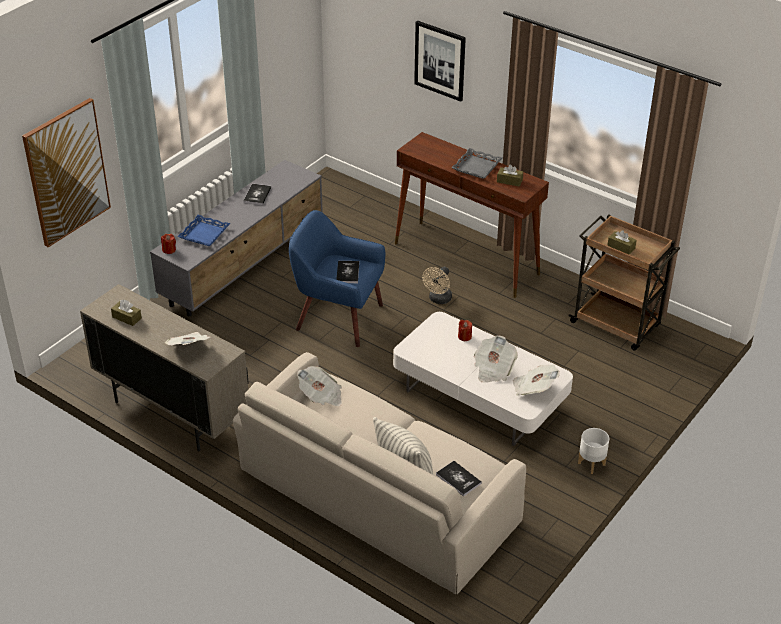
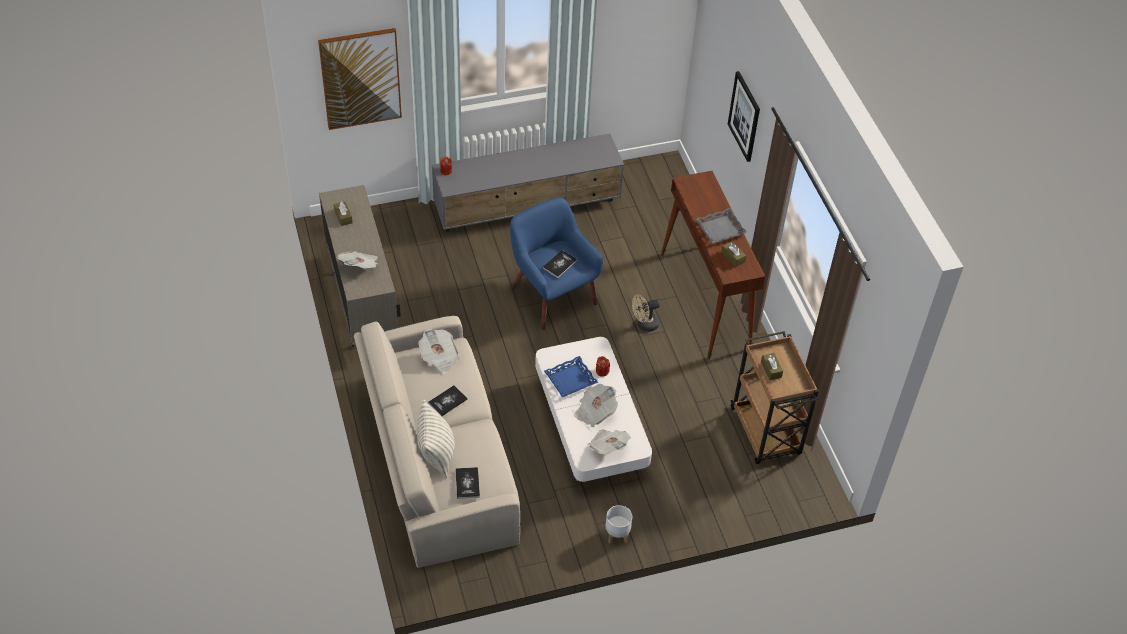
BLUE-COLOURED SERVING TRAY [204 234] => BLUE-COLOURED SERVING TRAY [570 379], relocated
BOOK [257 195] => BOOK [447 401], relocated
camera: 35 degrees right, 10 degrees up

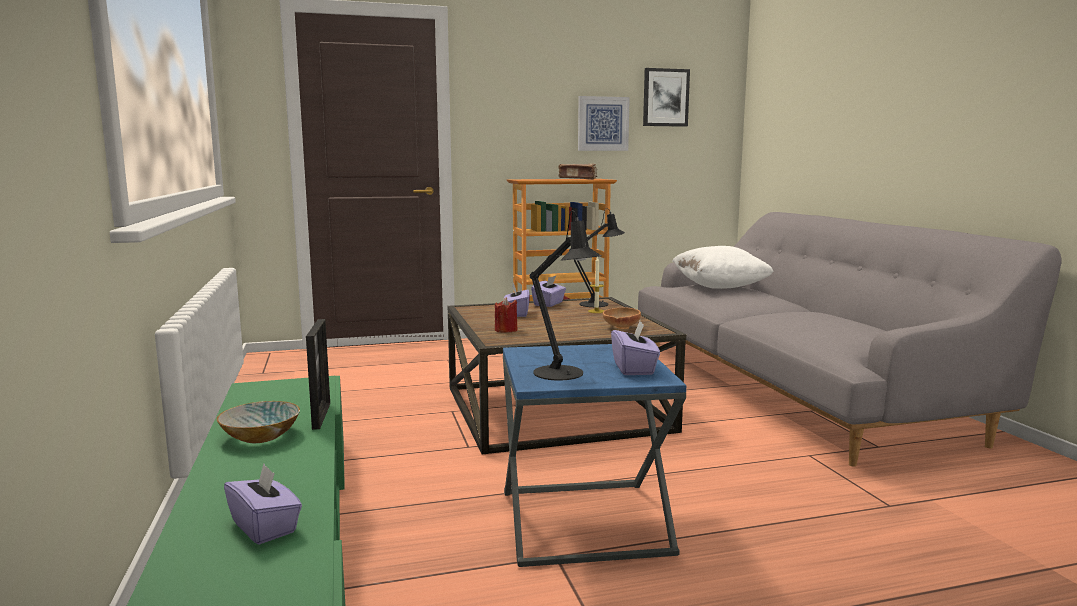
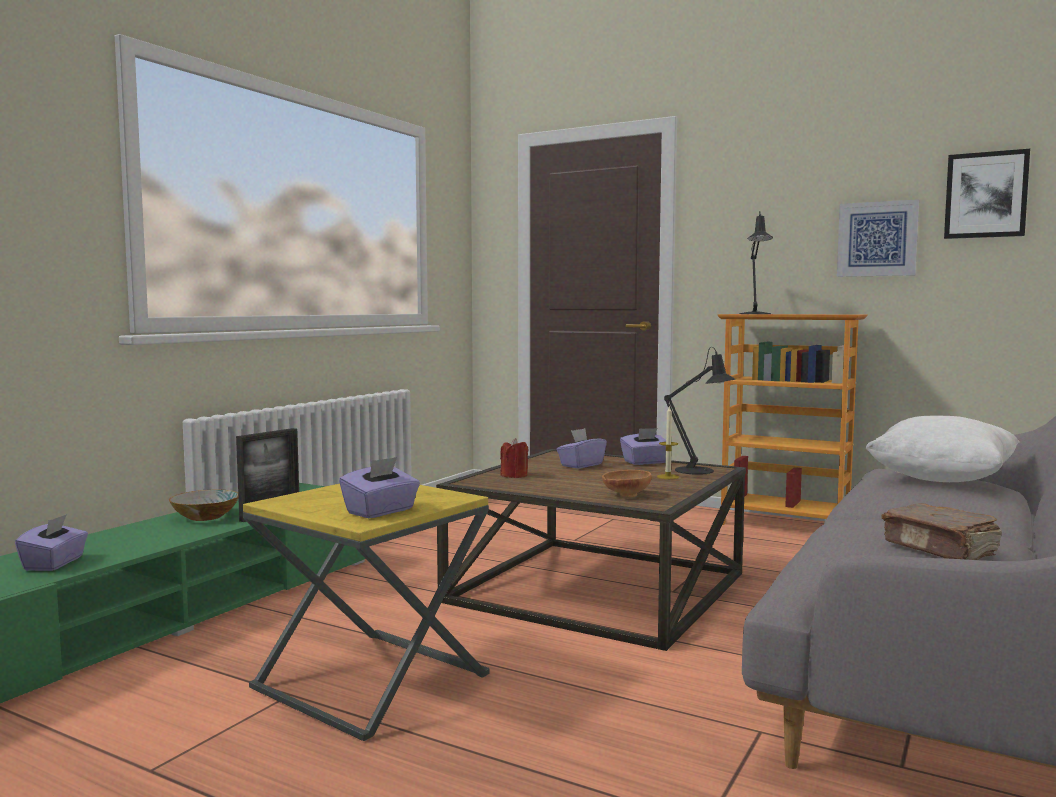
BLACK-COLOURED TABLETOP LAMP [563 374] => BLACK-COLOURED TABLETOP LAMP [755 314], relocated
BROWN BOOK [578 179] => BROWN BOOK [940 550], relocated
BLUE-COLOURED END TABLE [584 522] => YELLOW-COLOURED END TABLE [372 682]
camera: 45 degrees right, 5 degrees down

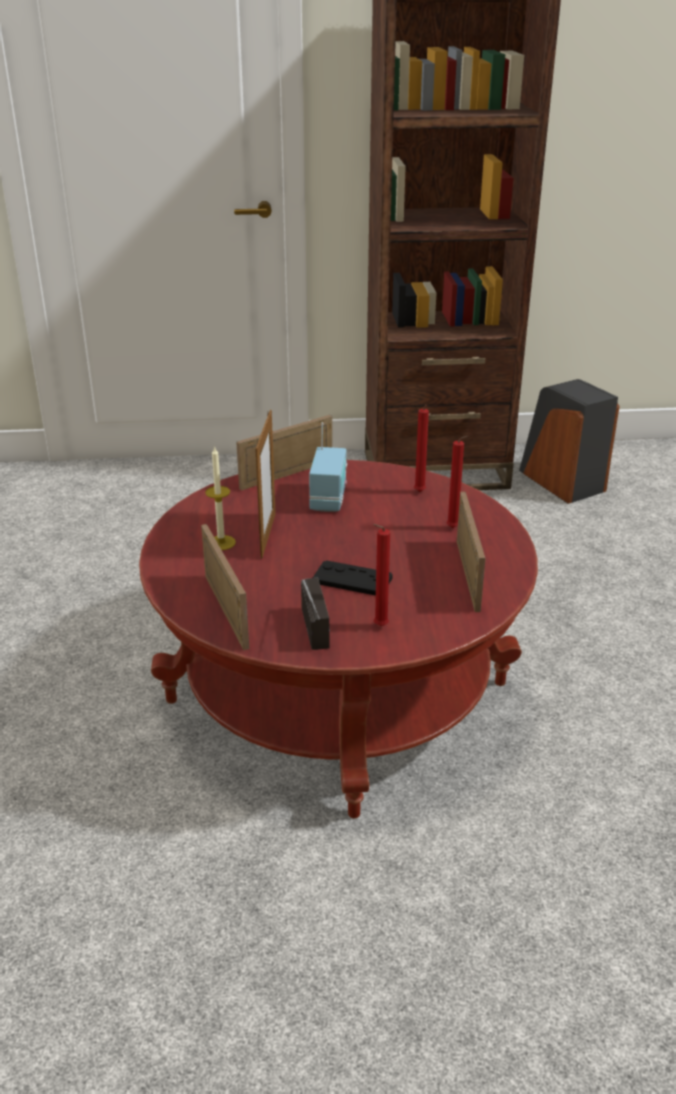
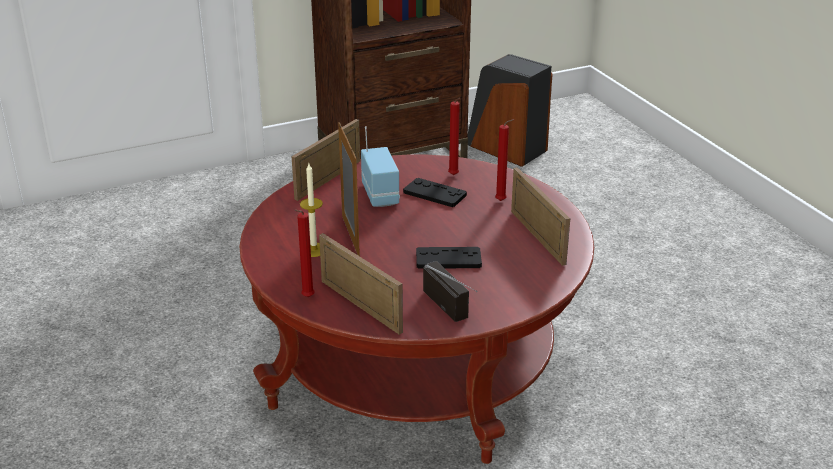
nothing => BLACK-COLOURED GAME CONTROLLER [434 194]
RED-COLOURED WAX LIGHT [378 627] => RED-COLOURED WAX LIGHT [306 298], relocated
camera: 20 degrees left, 0 degrees up

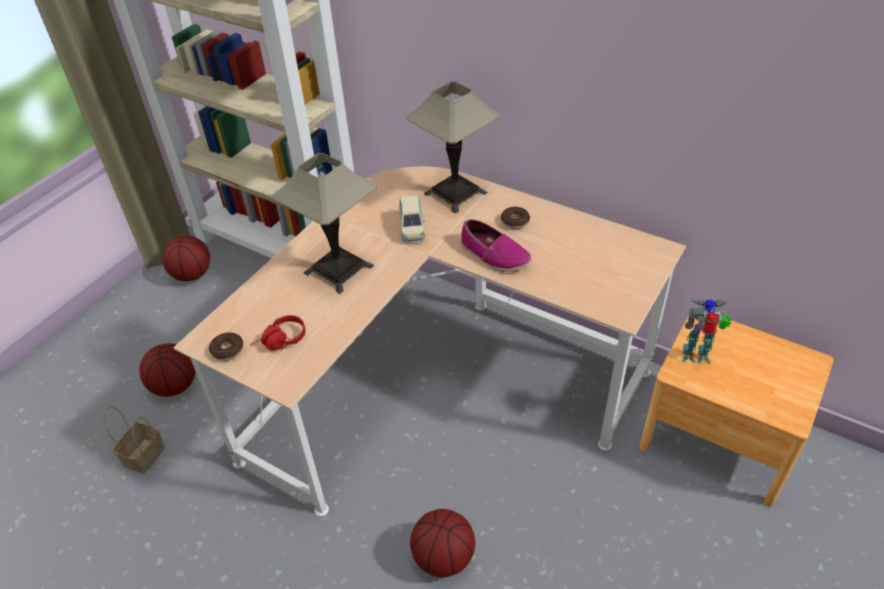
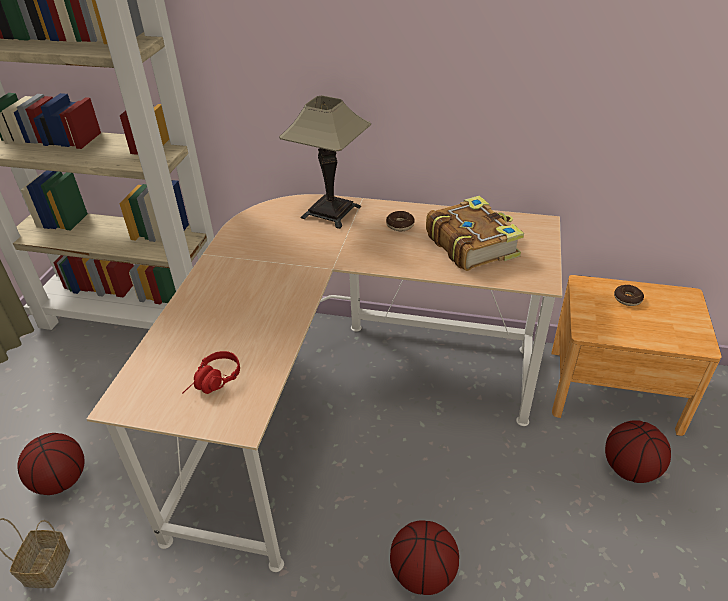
TABLETOP LAMP [339 269] => nothing
BEIGE-COLOURED TOY CAR [412 227] => nothing
ITEM OF FOOTWEAR [494 255] => nothing
MODEL ROBOT [697 357] => nothing
nothing => BOOK [471 244]
BASKETBALL BALL [192 274] => BASKETBALL BALL [630 468], relocated
DOUGHNUT [227 350] => DOUGHNUT [627 299], relocated
camera: 20 degrees left, 5 degrees down

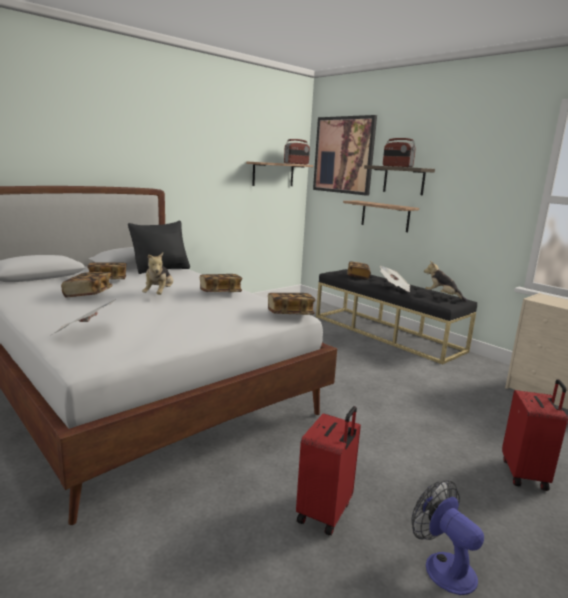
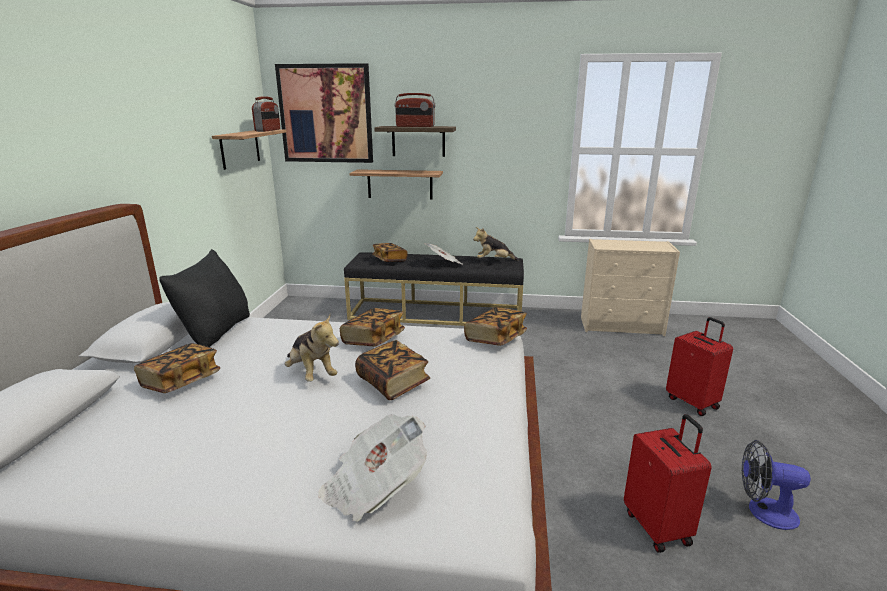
BOOK [88 294] => BOOK [393 383], relocated
camera: 40 degrees left, 5 degrees up

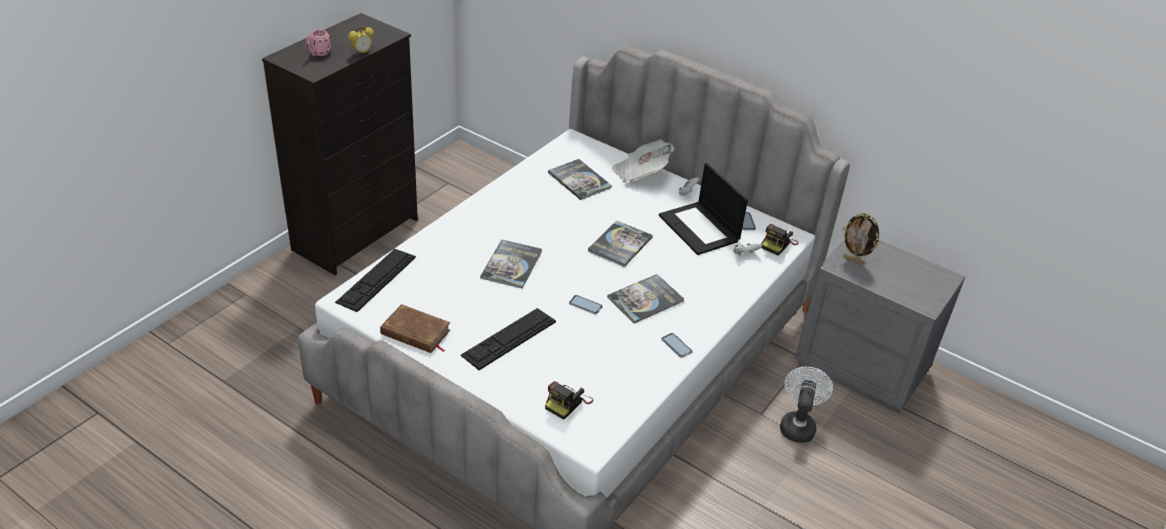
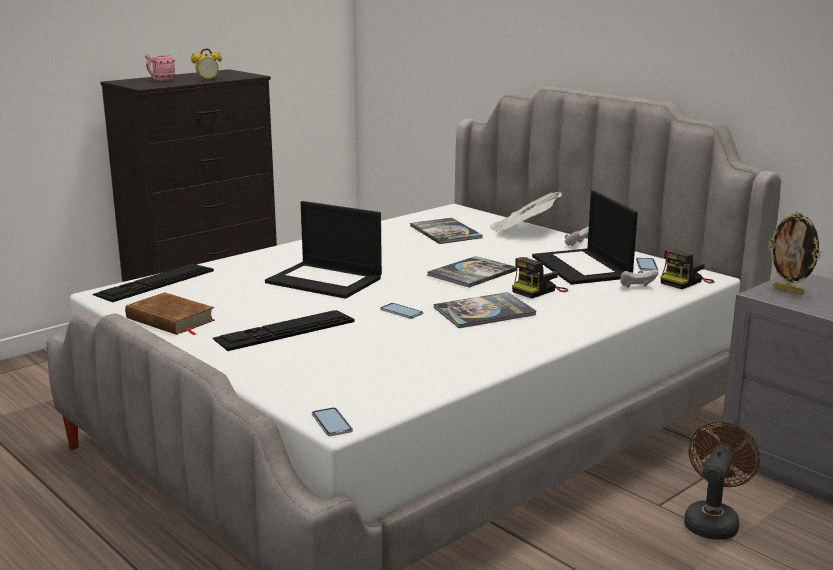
PHOTO CAMERA [567 403] => PHOTO CAMERA [539 291], relocated
PHONE [676 346] => PHONE [331 423], relocated
BOOK [511 264] => LAPTOP [326 280]
WHITE-COLOURED FAN [797 425] => BROWN FAN [712 521]
camera: 15 degrees right, 20 degrees down

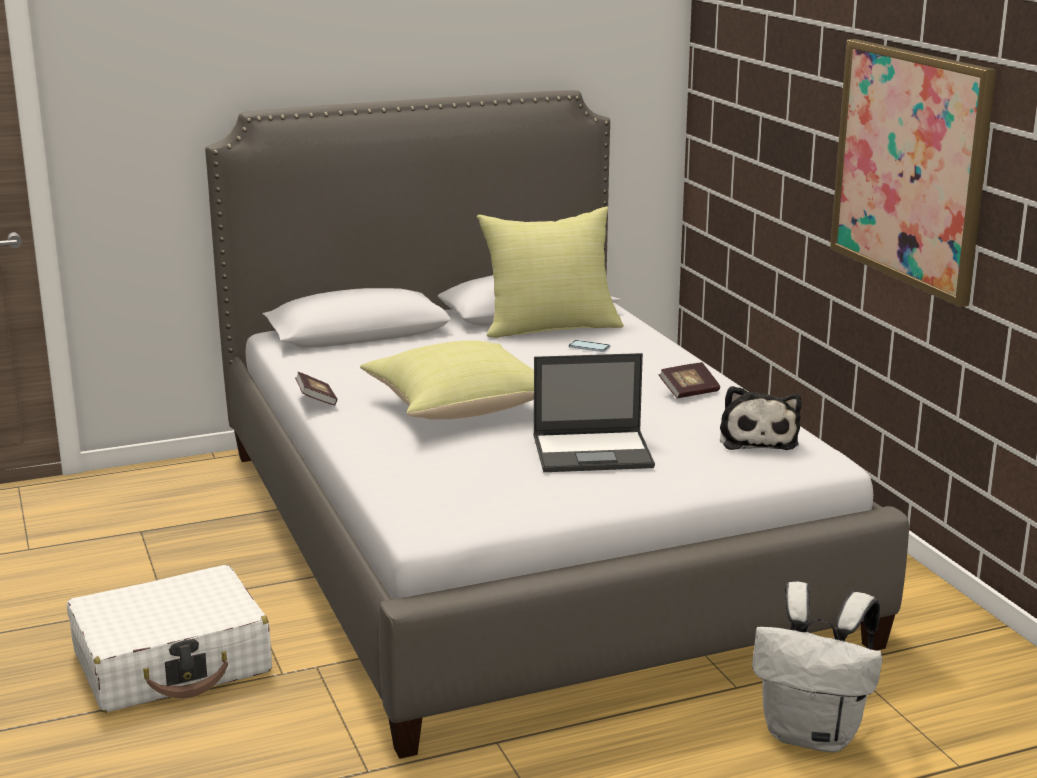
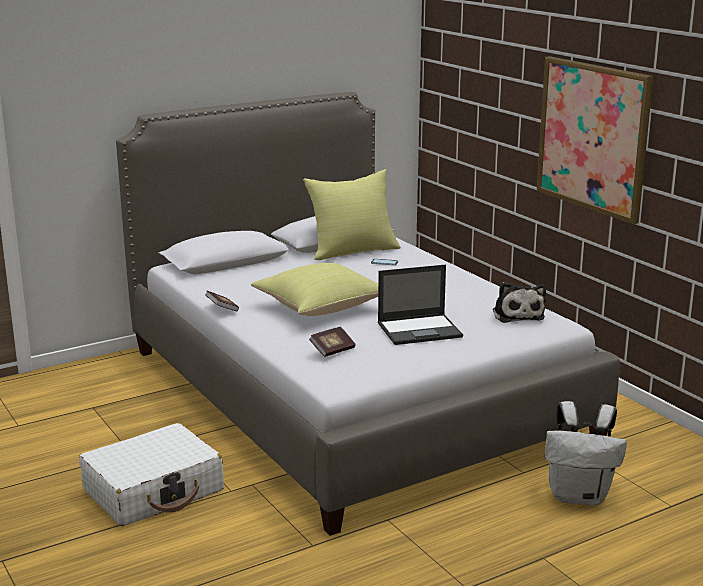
BOOK [689 392] => BOOK [332 350], relocated
camera: 10 degrees left, 0 degrees up

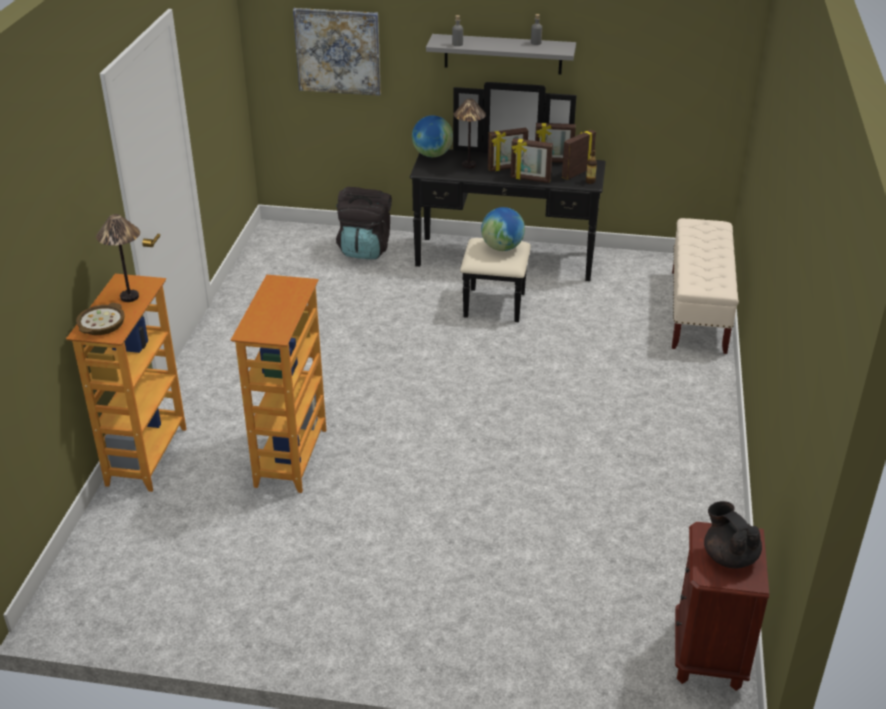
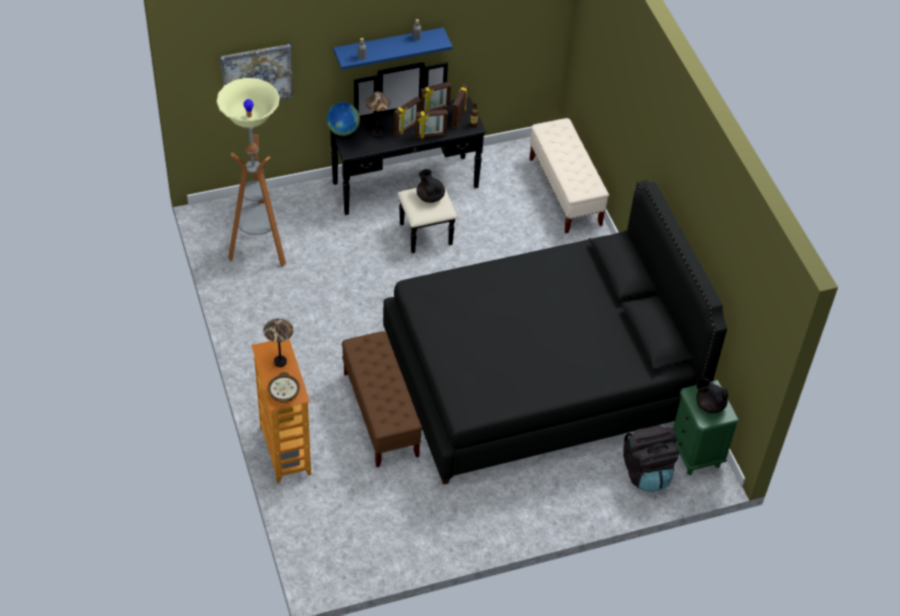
nothing => STANDARD LAMP [259 250]
nothing => BLACK-COLOURED BEDROOM BED [539 377]
BLACK-COLOURED KNAPSACK [365 249] => BLACK-COLOURED KNAPSACK [646 472], relocated
BOOKSHELF [292 458] => BROWN BENCH [381 415]
GLOBE [502 248] => BLACK-COLOURED TEAPOT [430 196]
GREYISH BRACKET SHELF [503 54] => BLUE-COLOURED BRACKET SHELF [388 47]
BROWN BEDSIDE TABLE [708 654] => GREEN-COLOURED BEDSIDE TABLE [695 452]
camera: 30 degrees left, 15 degrees up

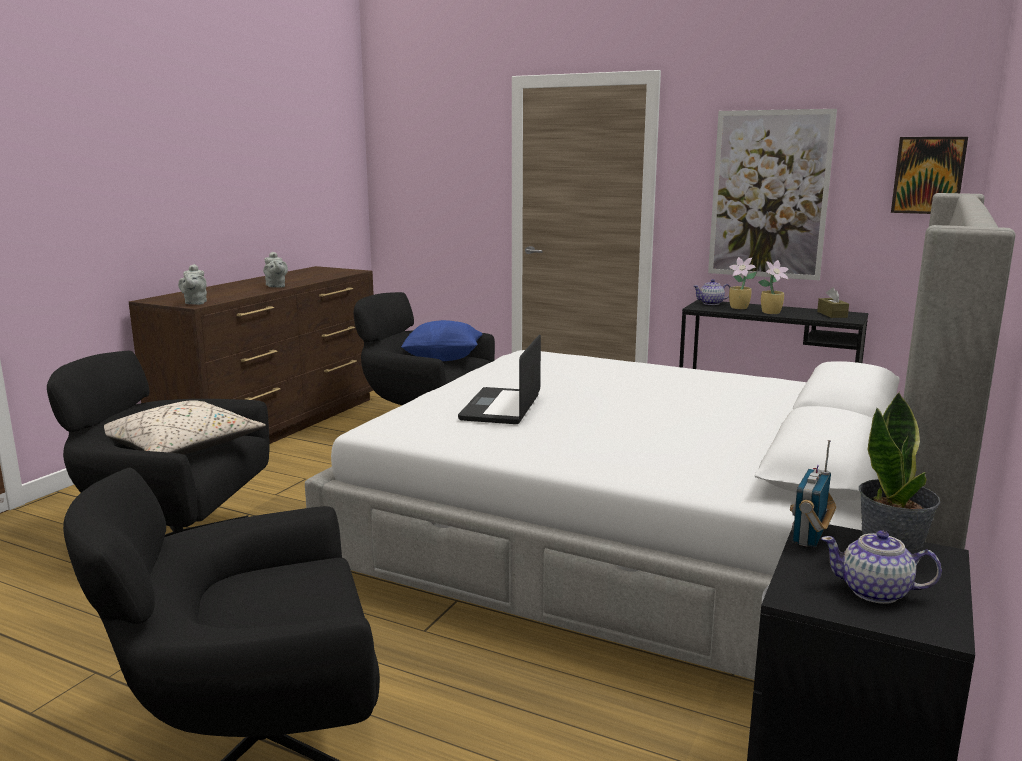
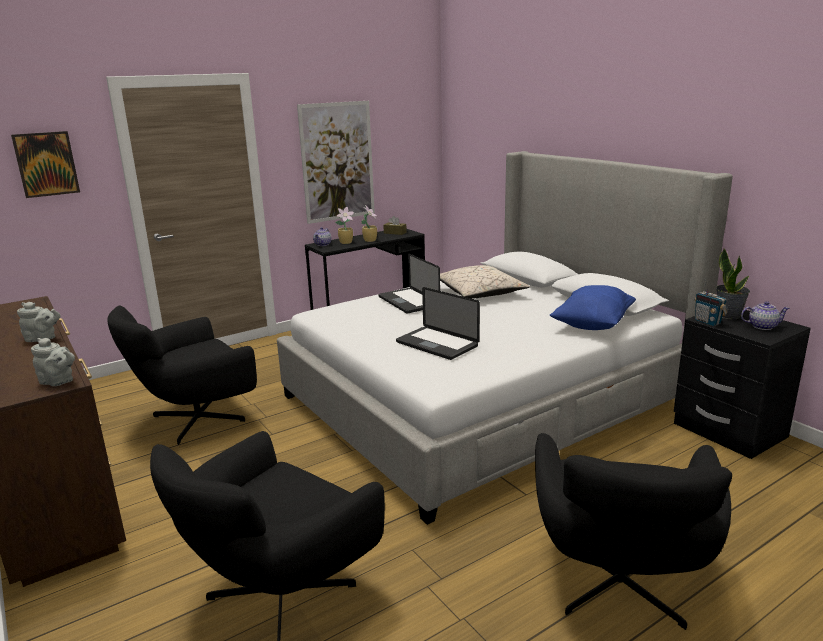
nothing => LAPTOP [408 301]
BEIGE-COLOURED THROW PILLOW [182 448] => BEIGE-COLOURED THROW PILLOW [479 293], relocated
BLUE-COLOURED THROW PILLOW [443 359] => BLUE-COLOURED THROW PILLOW [592 325], relocated
WALL ART [928 175] => WALL ART [46 164], relocated
TEAPOT [875 592] => TEAPOT [762 326], 135 degrees counterclockwise
camera: 60 degrees left, 5 degrees up

